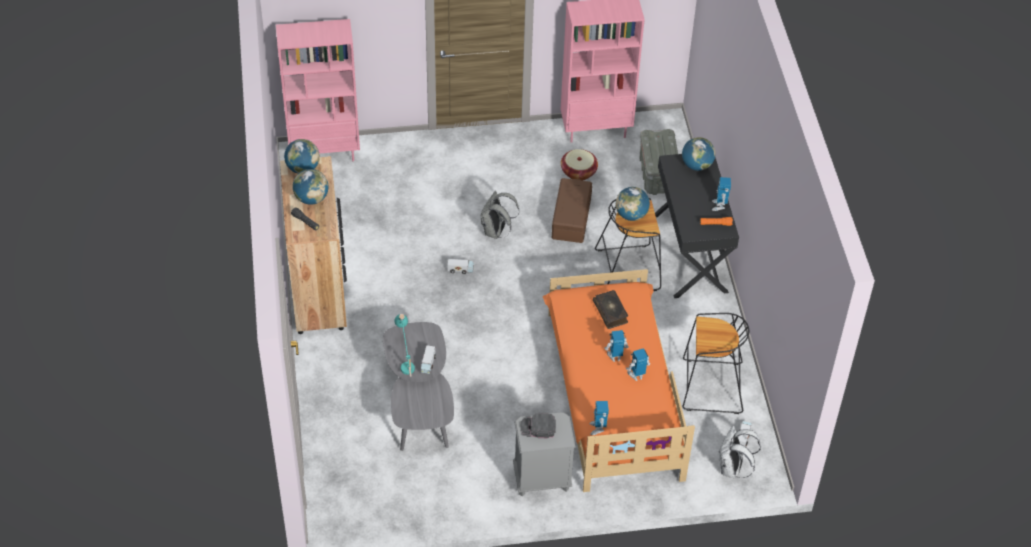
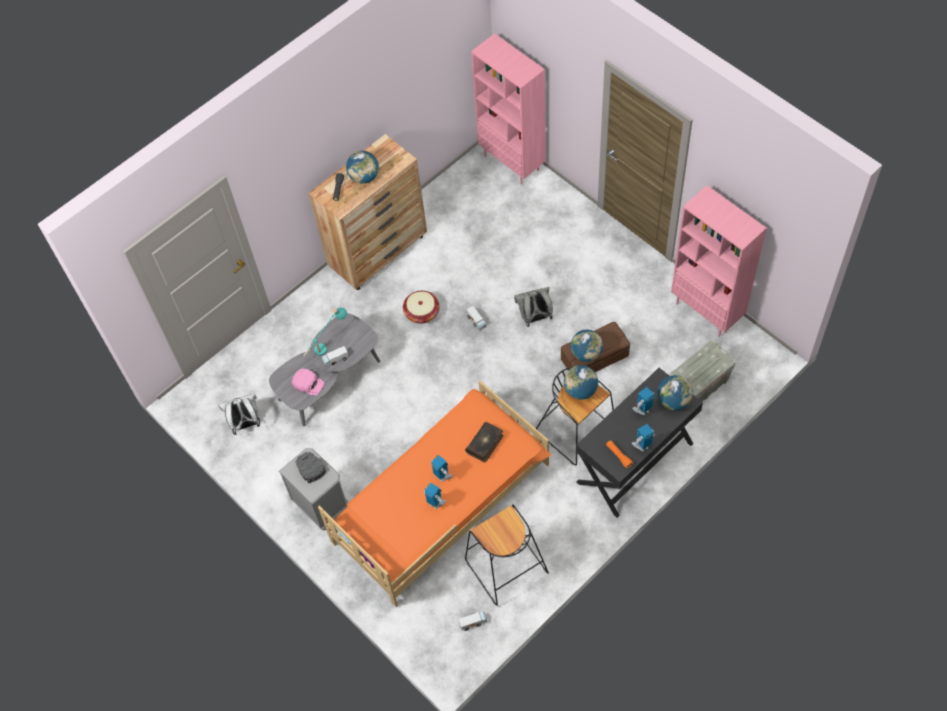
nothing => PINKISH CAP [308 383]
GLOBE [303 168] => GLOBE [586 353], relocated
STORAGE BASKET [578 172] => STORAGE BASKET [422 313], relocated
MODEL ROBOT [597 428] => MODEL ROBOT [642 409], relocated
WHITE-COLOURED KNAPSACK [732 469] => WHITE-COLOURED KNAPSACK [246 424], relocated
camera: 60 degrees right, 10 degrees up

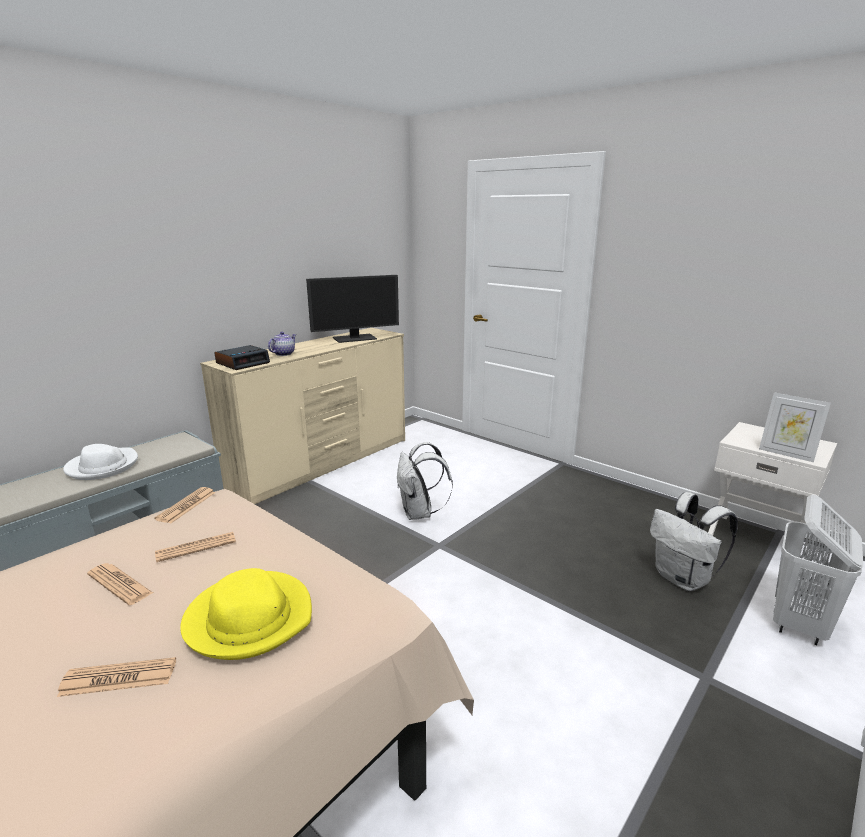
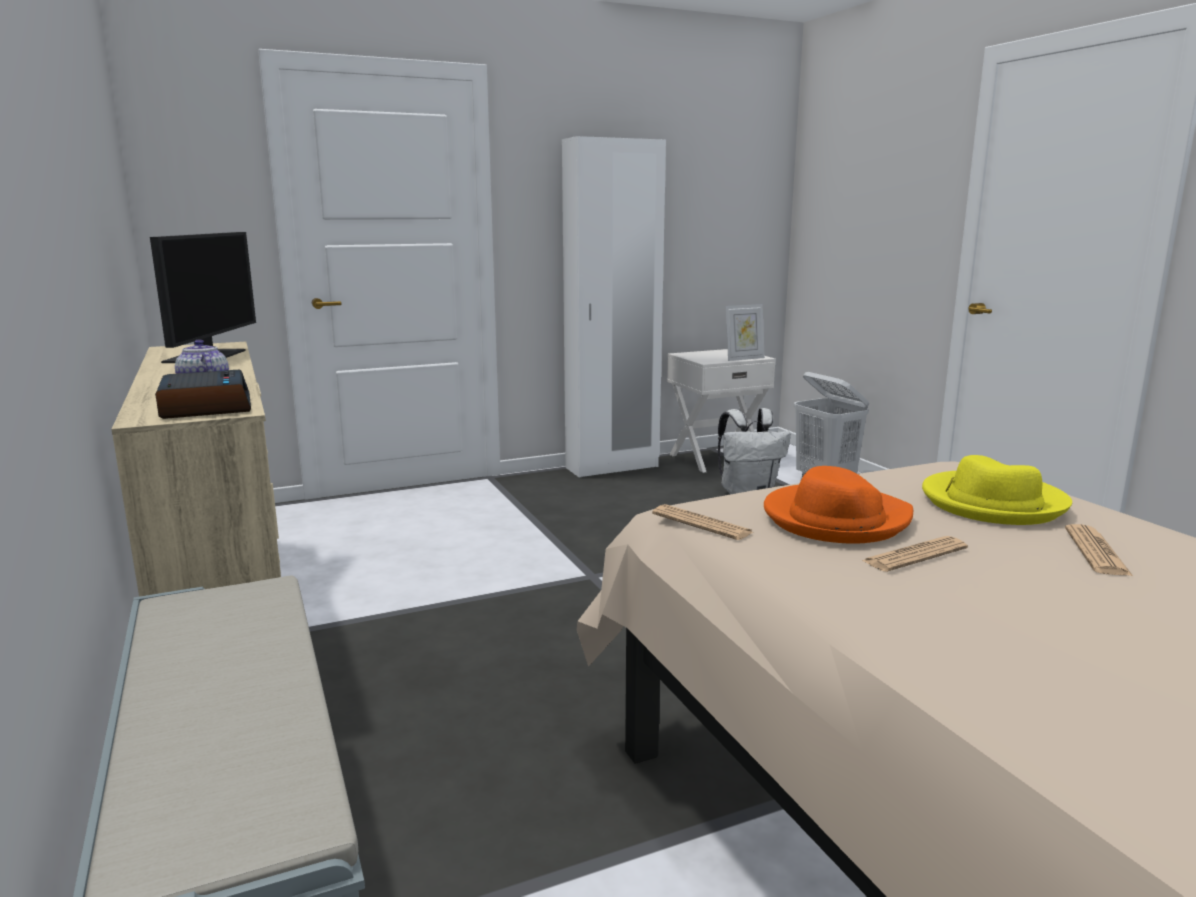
WHITE-COLOURED WEARABLE HAT [102 466] => nothing
WHITE-COLOURED KNAPSACK [419 513] => nothing
nothing => WHITE-COLOURED WARDROBE [612 467]
DAILY PAPER [196 547] => ORANGE-COLOURED WEARABLE HAT [835 519]
camera: 65 degrees left, 5 degrees down

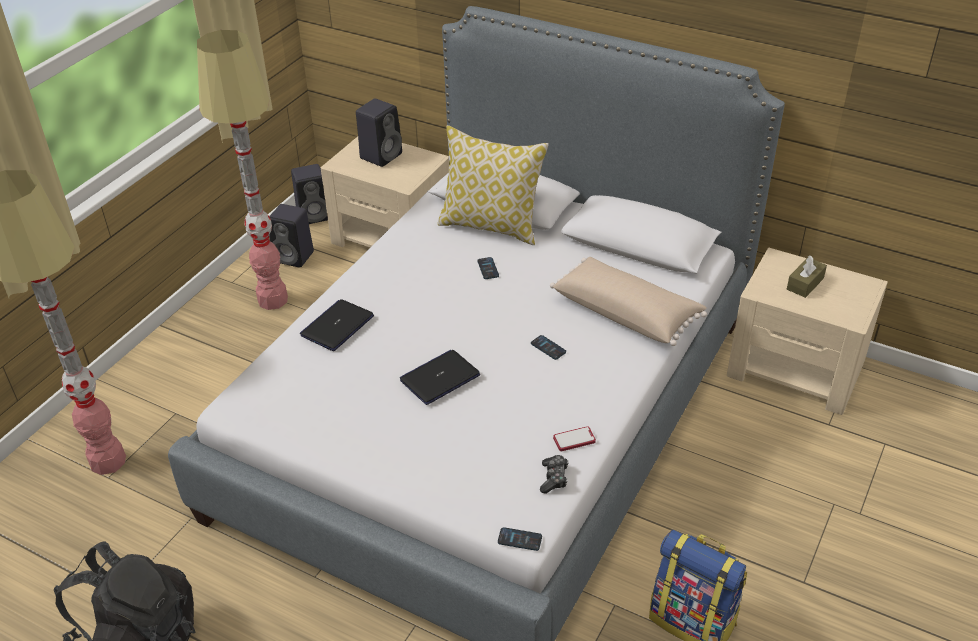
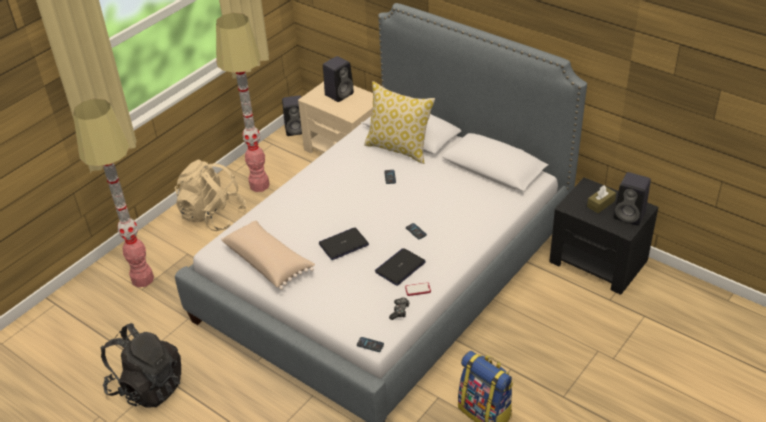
nothing => BEIGE-COLOURED KNAPSACK [213 216]
BLACK-COLOURED LOUDSPEAKER [295 257] => BLACK-COLOURED LOUDSPEAKER [630 215], relocated
LAPTOP [337 326] => LAPTOP [400 267], relocated
BEIGE-COLOURED THROW PILLOW [626 312] => BEIGE-COLOURED THROW PILLOW [269 262], relocated
BEIGE-COLOURED BEDSIDE TABLE [796 369] => BLACK-COLOURED BEDSIDE TABLE [598 261]
camera: 10 degrees right, 0 degrees up

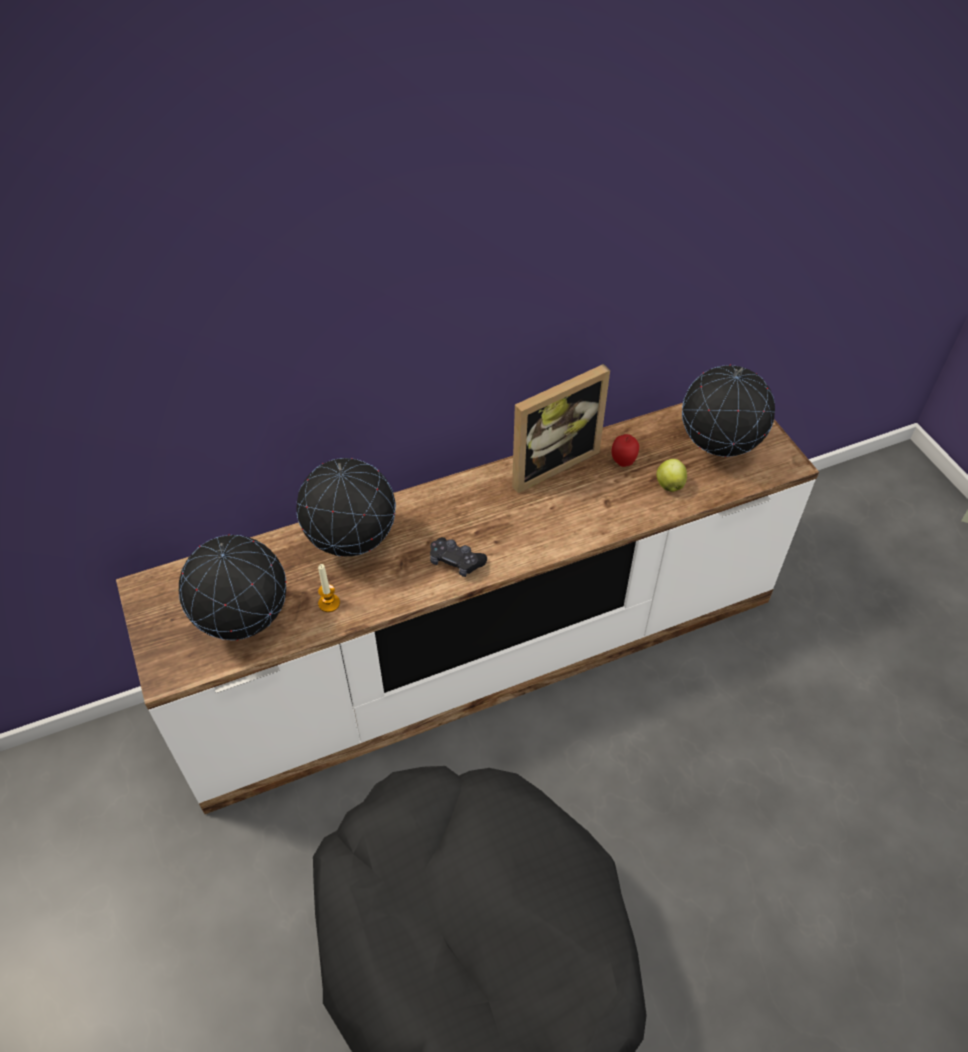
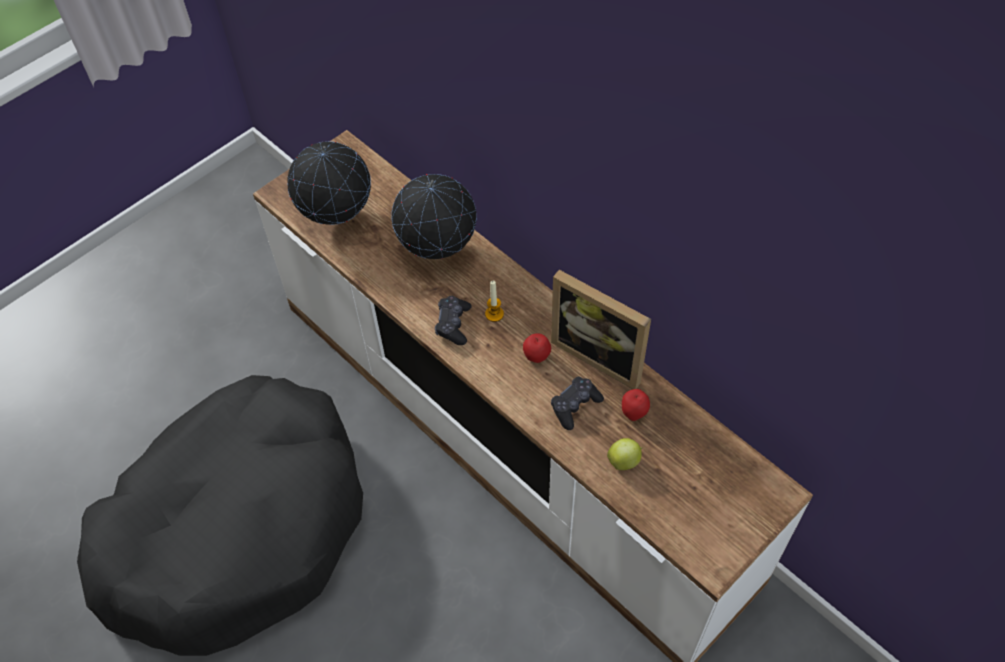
GLOBE [716 451] => nothing
nothing => APPLE [536 357]
nothing => BLACK-COLOURED GAME CONTROLLER [575 406]
WAX LIGHT [329 603] => WAX LIGHT [494 314], relocated
camera: 70 degrees right, 5 degrees up

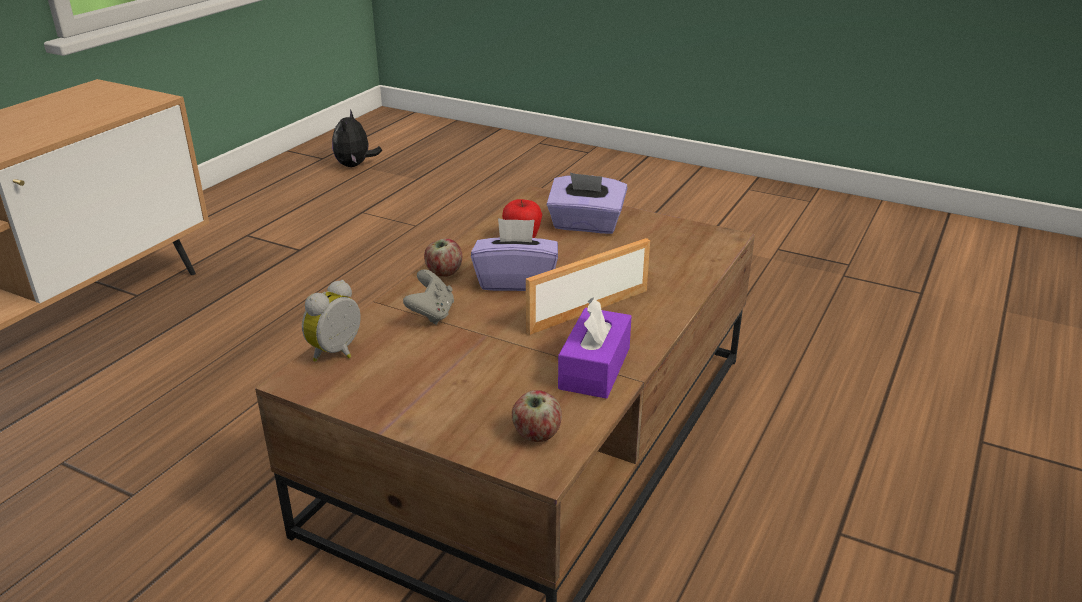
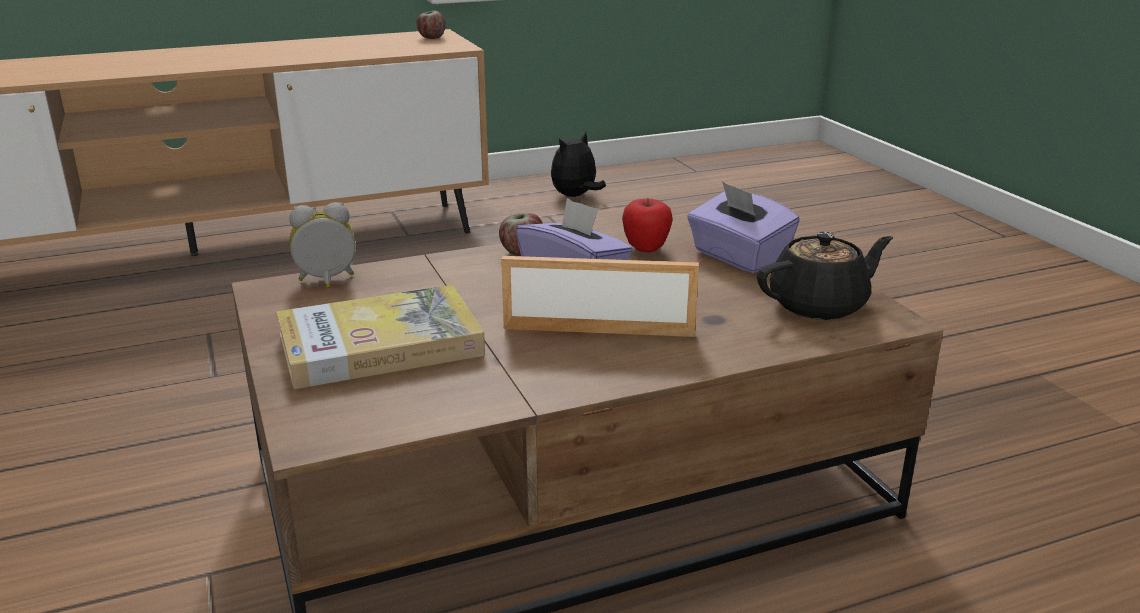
GREYISH GAME CONTROLLER [431 314] => nothing
PURPLISH BOX OF TISSUES [594 368] => nothing
nothing => BOOK [380 344]
nothing => BLACK-COLOURED TEAPOT [820 305]
SOFT TOY [355 165] => SOFT TOY [575 196], relocated
APPLE [536 434] => APPLE [431 38], relocated
camera: 40 degrees right, 5 degrees down

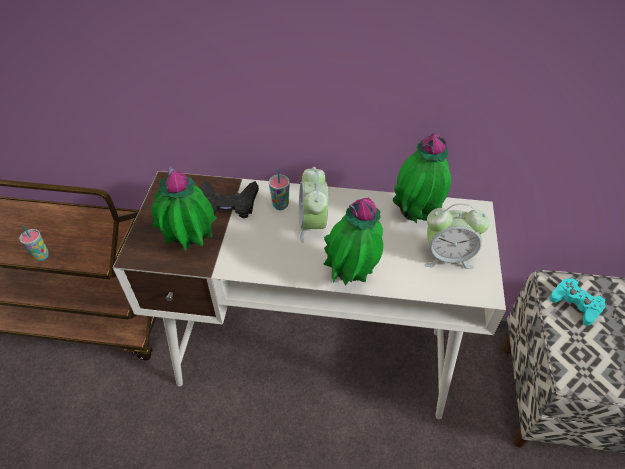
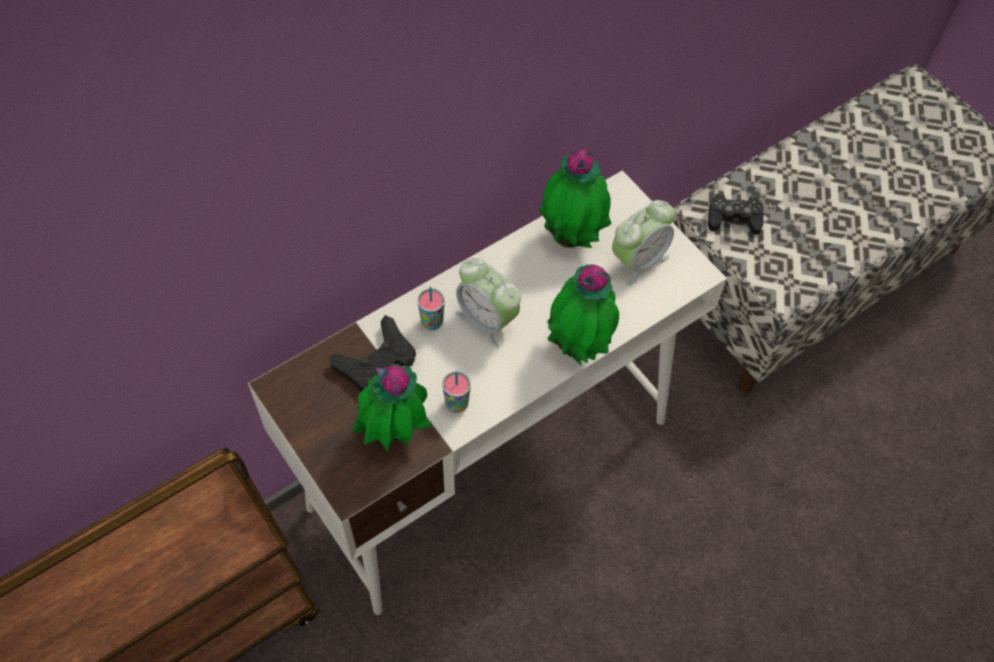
DRINKING CUP [41 256] => DRINKING CUP [457 404], relocated
TURQUOISE-COLOURED GAME CONTROLLER [575 304] => BLACK-COLOURED GAME CONTROLLER [733 218]
camera: 45 degrees left, 10 degrees up

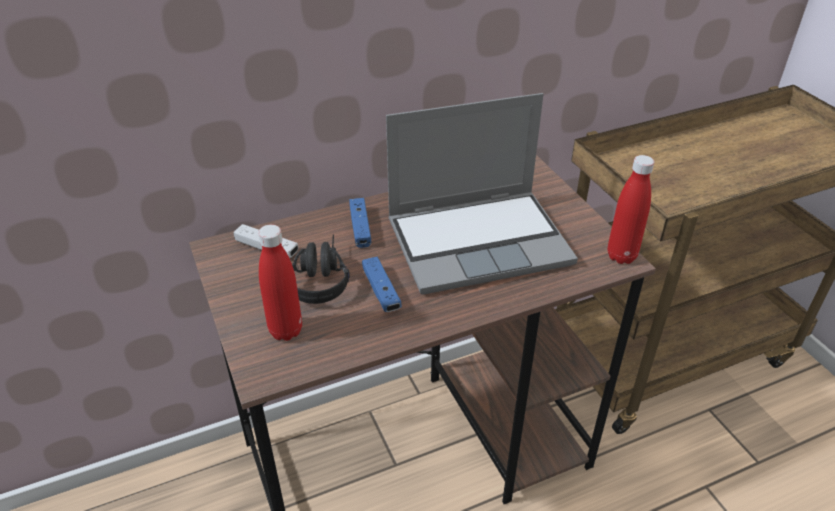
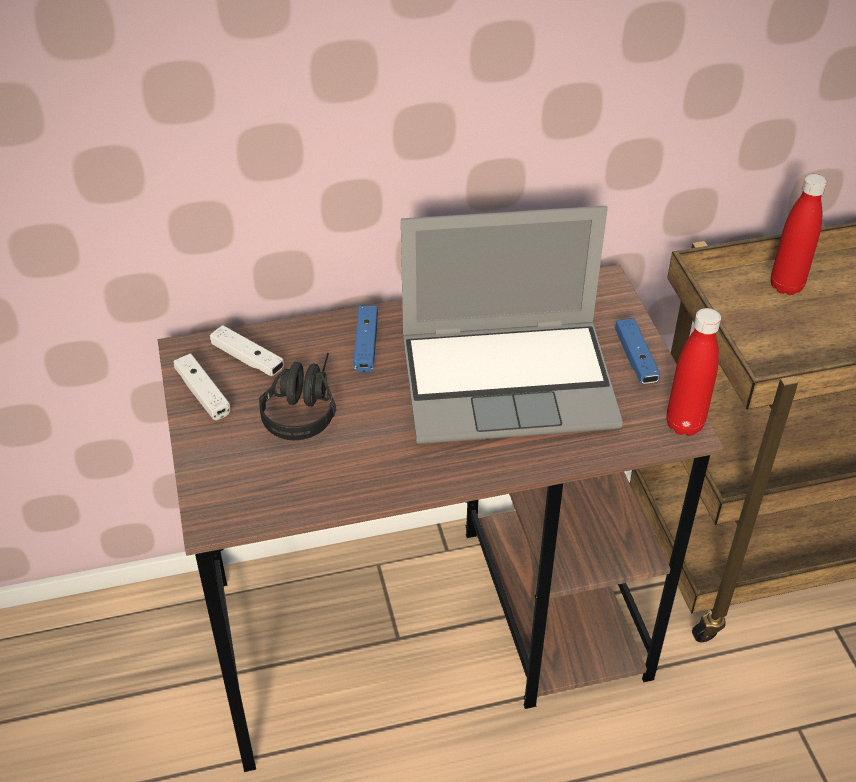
nothing => WHITE-COLOURED GAME CONTROLLER [203 393]
RED-COLOURED BEVERAGE BOTTLE [286 330] => RED-COLOURED BEVERAGE BOTTLE [786 286], relocated
BLUE-COLOURED GAME CONTROLLER [381 291] => BLUE-COLOURED GAME CONTROLLER [635 359], relocated
camera: 10 degrees right, 5 degrees up

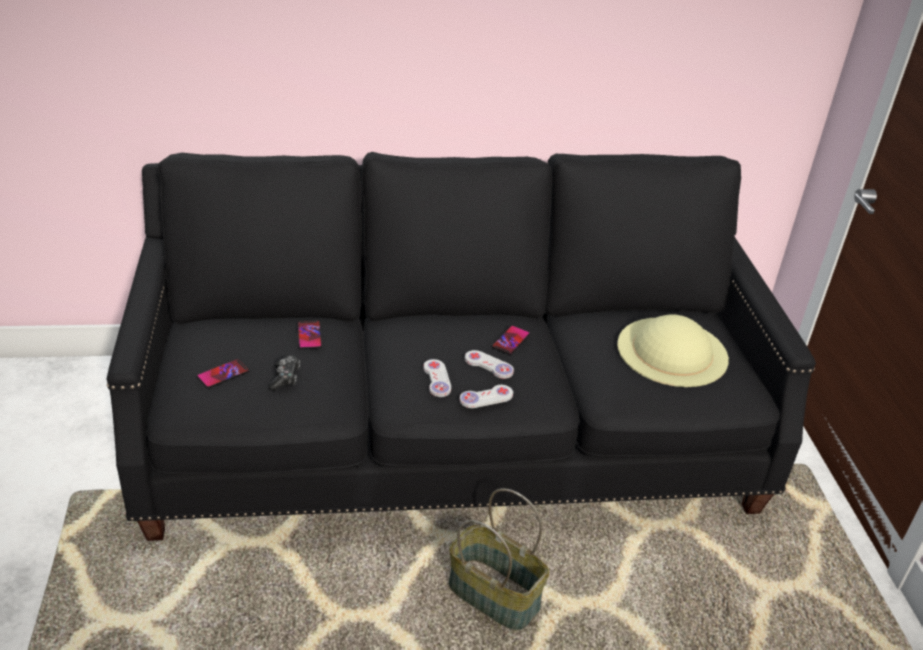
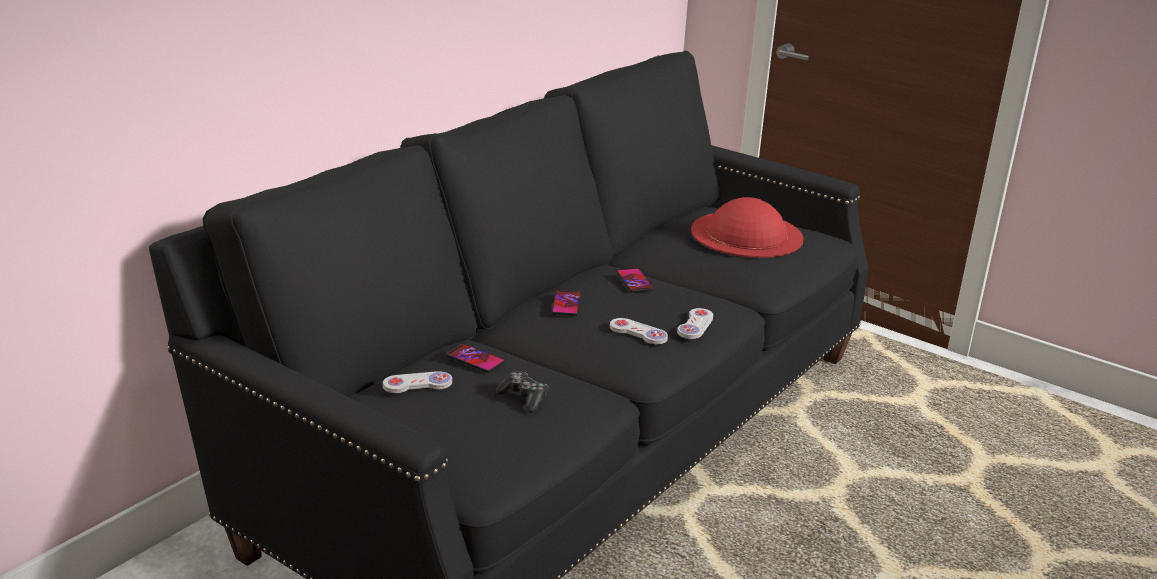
STORAGE BASKET [495 595] => nothing
PHONE [223 374] => PHONE [566 304], relocated
WHITE-COLOURED GAME CONTROLLER [488 365] => WHITE-COLOURED GAME CONTROLLER [417 384], relocated
BEIGE-COLOURED WEARABLE HAT [672 351] => RED-COLOURED WEARABLE HAT [746 234]
camera: 45 degrees left, 10 degrees down

